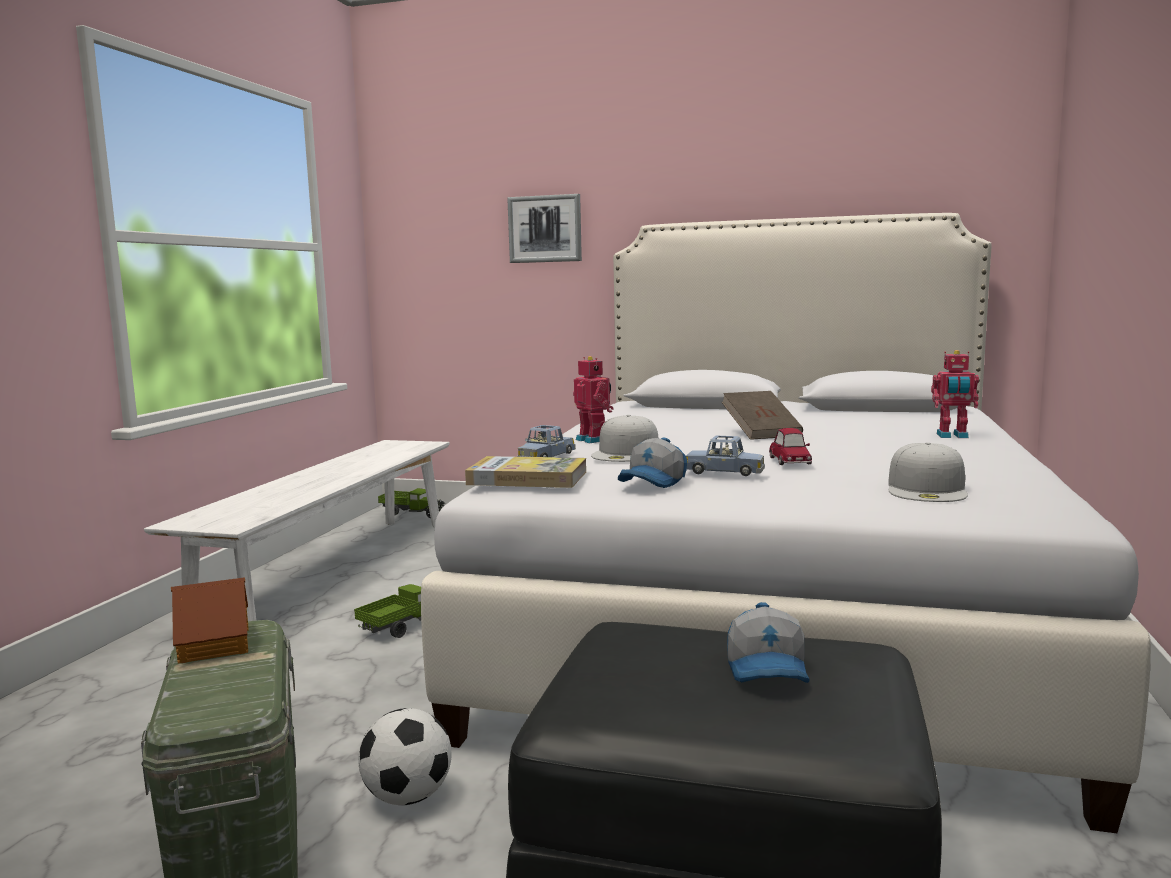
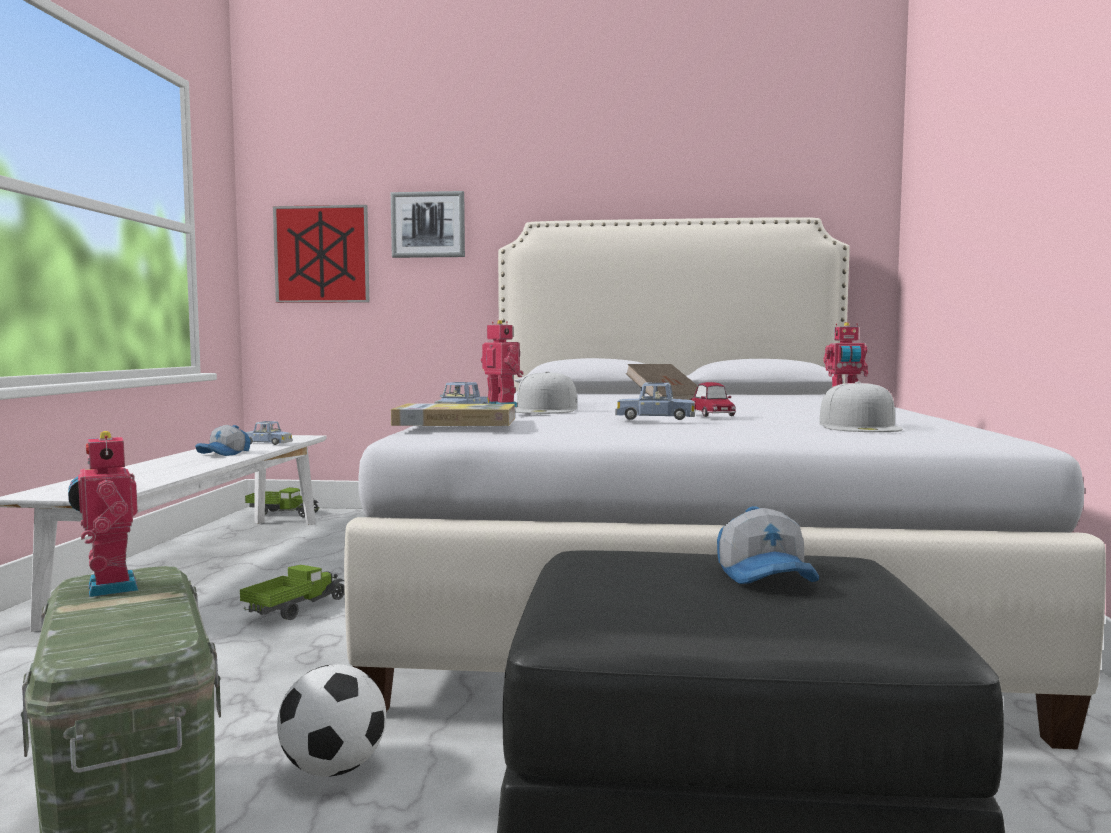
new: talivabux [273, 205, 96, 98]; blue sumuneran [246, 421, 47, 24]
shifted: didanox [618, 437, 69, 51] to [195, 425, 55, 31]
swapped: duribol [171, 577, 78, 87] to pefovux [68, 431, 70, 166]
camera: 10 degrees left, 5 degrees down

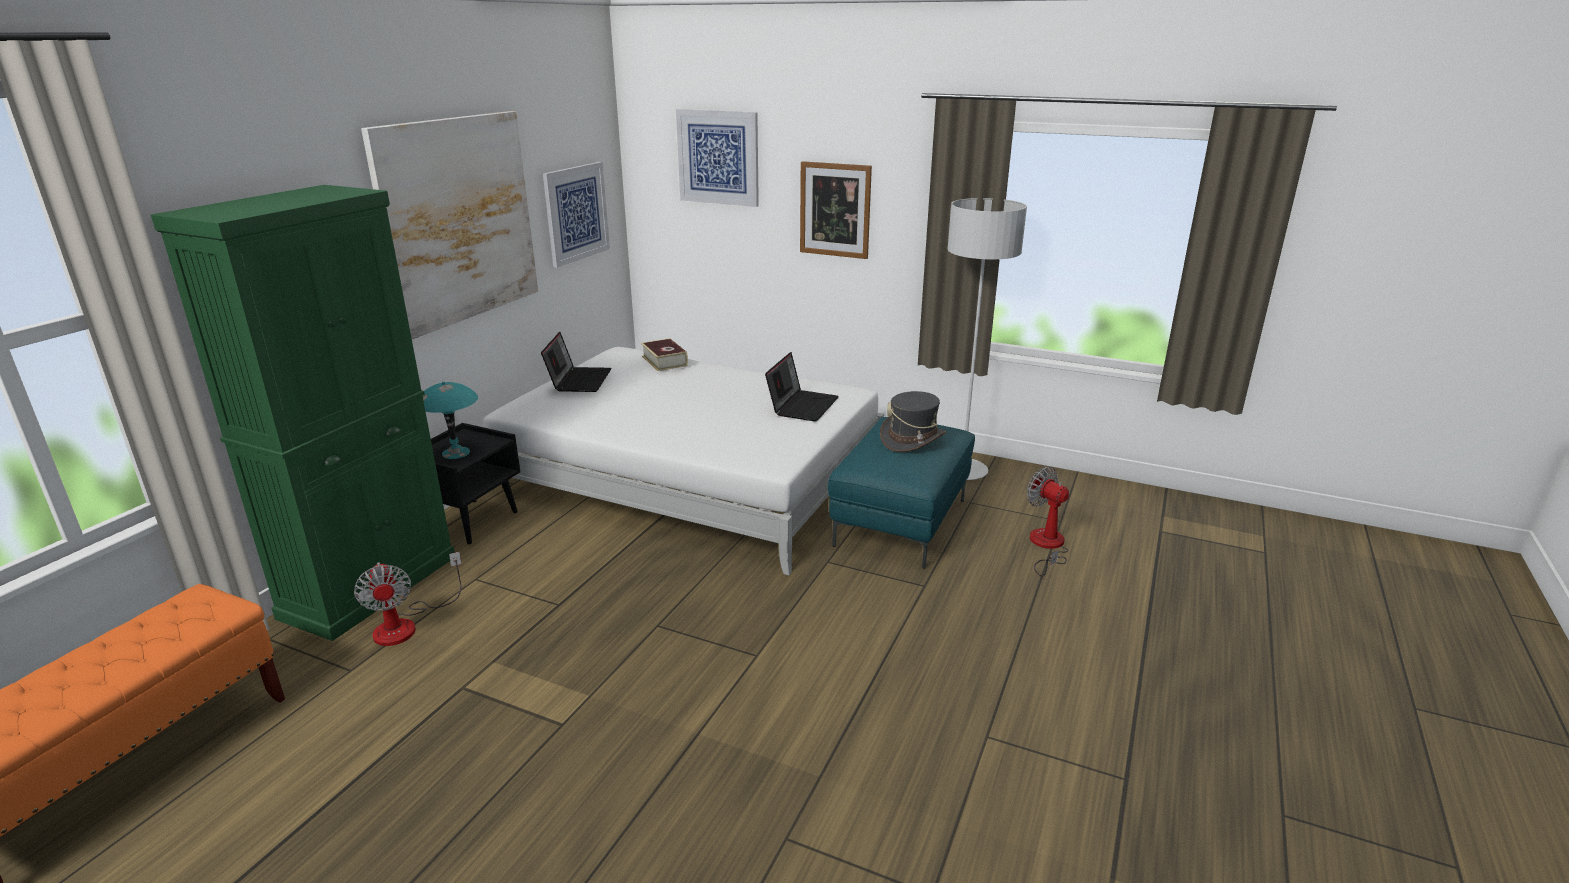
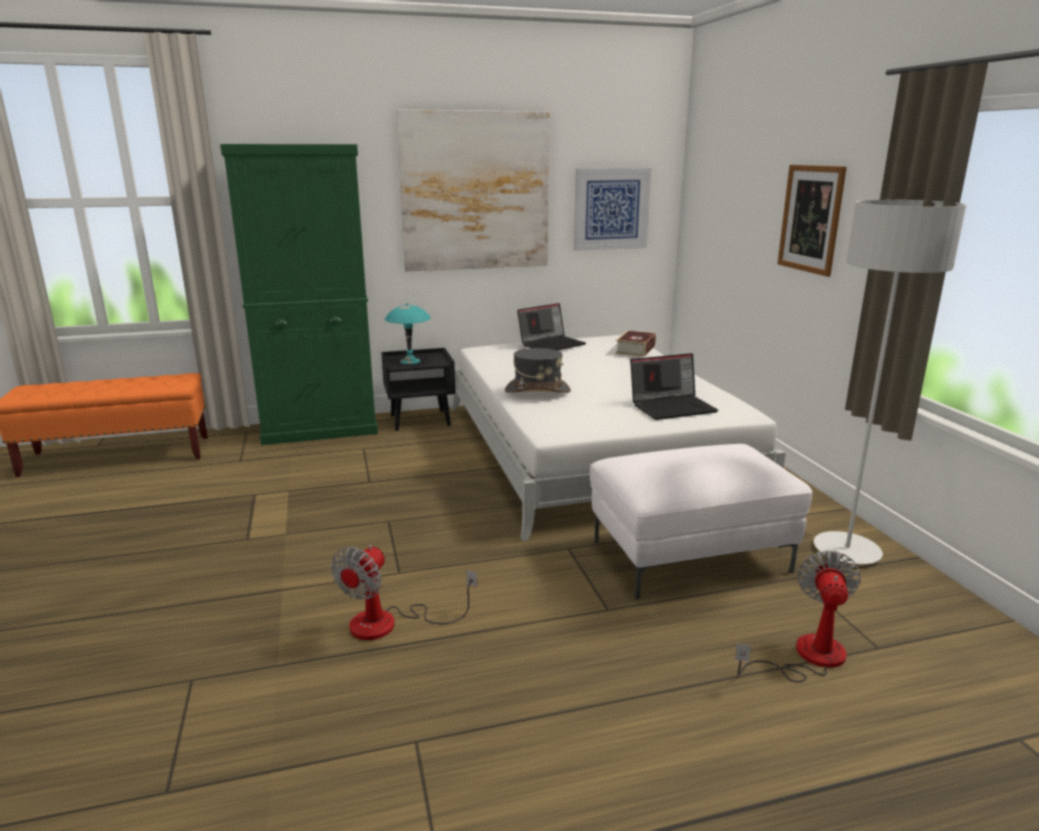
gone: talivabux [676, 109, 83, 98]
shifted: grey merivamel [880, 391, 66, 61] to [505, 348, 66, 45]; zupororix [354, 552, 108, 94] to [331, 545, 146, 95]
repainted: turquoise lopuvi [828, 417, 147, 152] to white lopuvi [590, 444, 222, 155]
camera: 50 degrees right, 5 degrees down

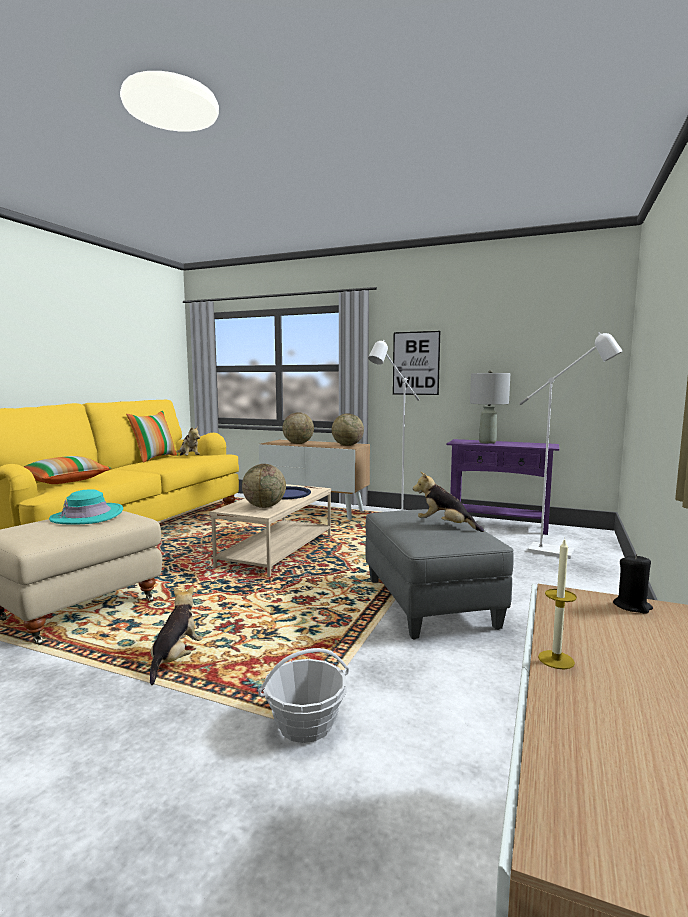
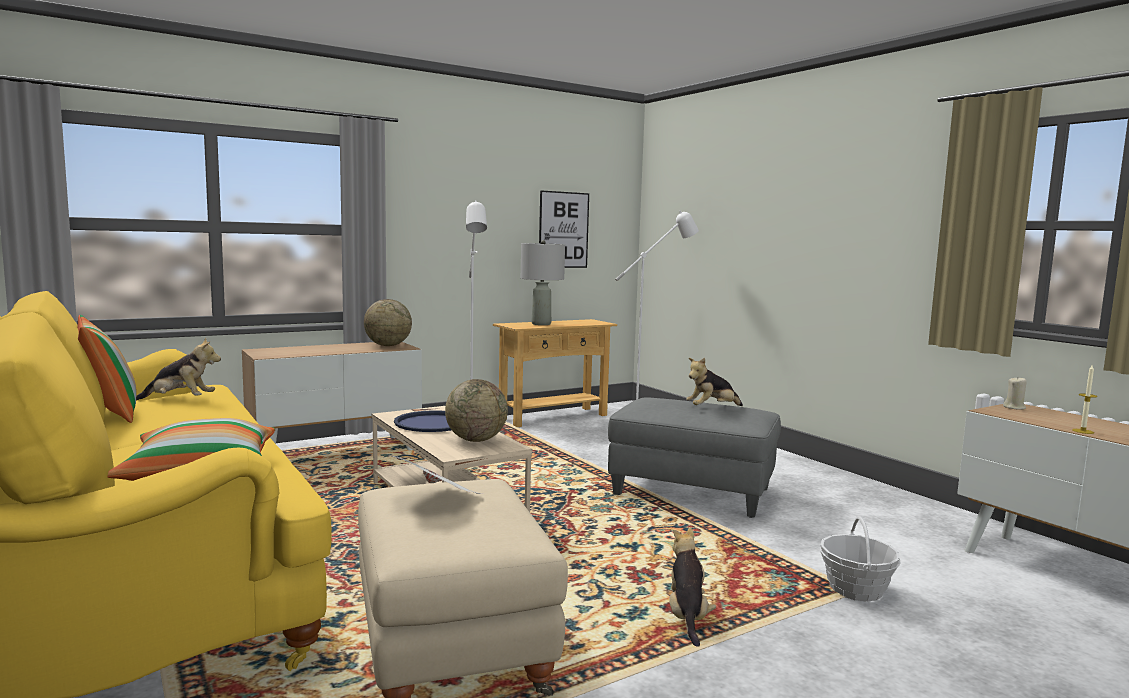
gone: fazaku [283, 412, 31, 32]
shifted: talivabux [393, 331, 47, 64] to [539, 190, 50, 78]
swapped: turquoise merivamel [49, 489, 74, 36] to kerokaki [387, 455, 96, 39]
repainted: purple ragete [446, 439, 113, 96] to beige ragete [493, 319, 124, 108]; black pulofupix [613, 554, 40, 60] to beige pulofupix [1003, 376, 24, 34]
rotated: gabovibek [150, 586, 53, 99] = [670, 527, 46, 120] 45 degrees clockwise
camera: 55 degrees left, 0 degrees up

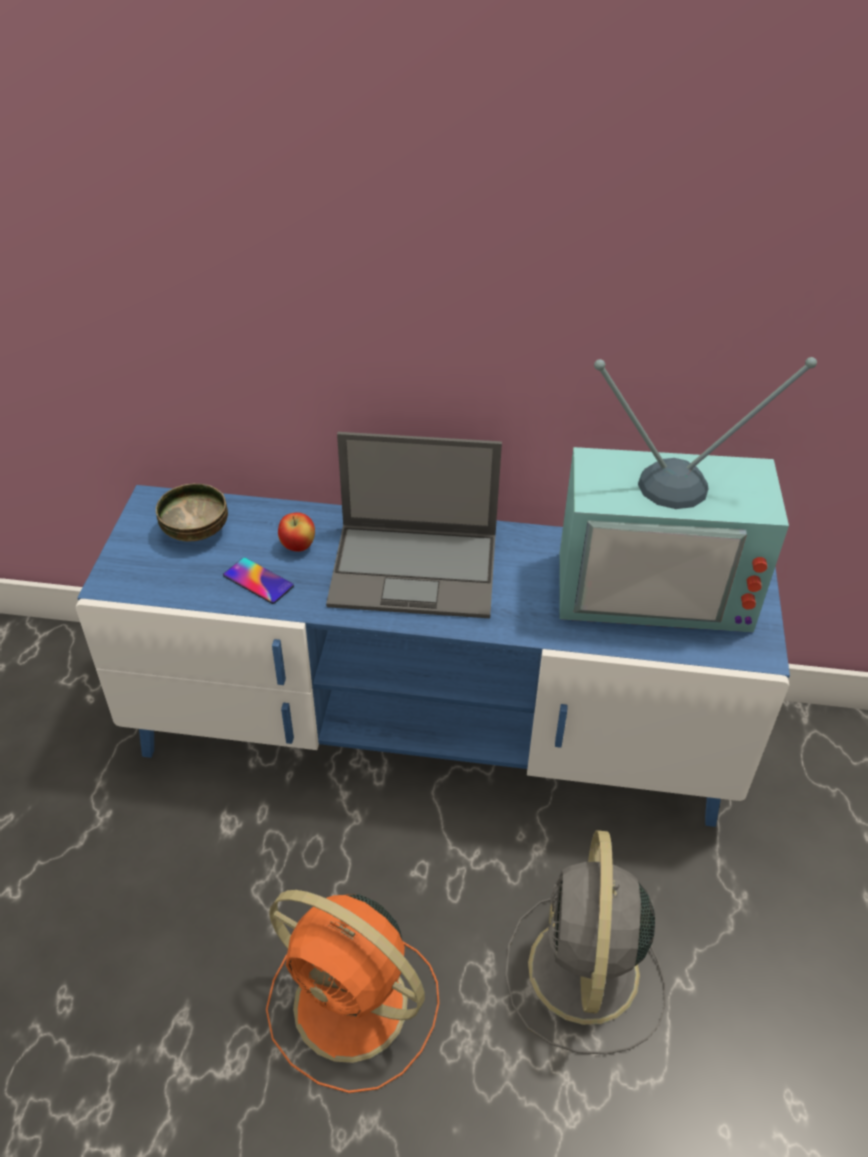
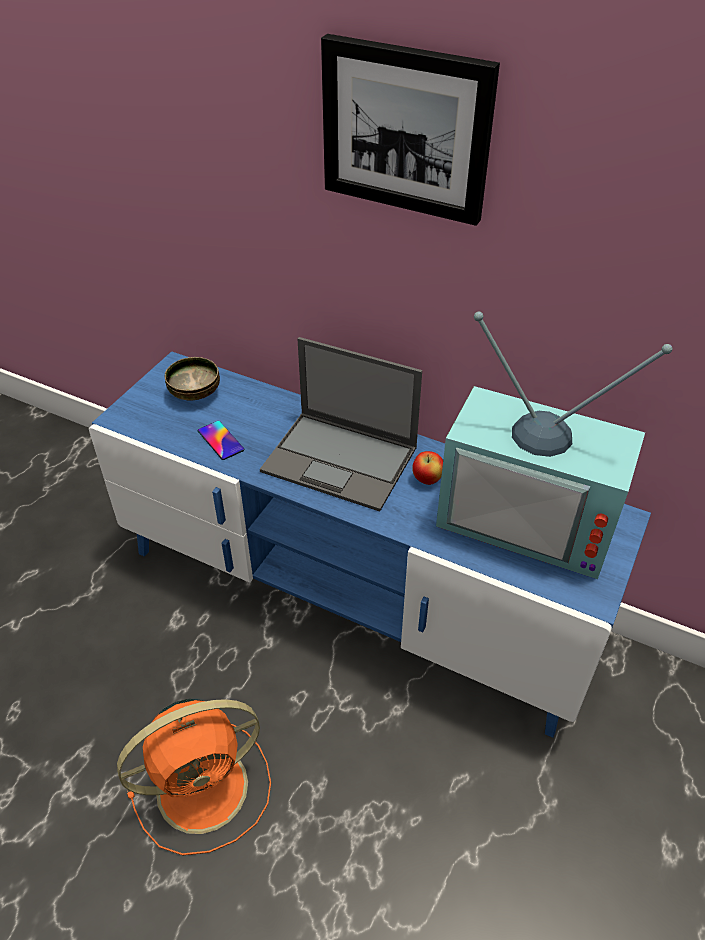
gone: grey zupororix [505, 830, 161, 224]
new: talivabux [321, 34, 179, 192]
shifted: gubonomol [278, 513, 37, 39] to [412, 451, 31, 34]
rotated: orange zupororix [266, 890, 173, 203] = [117, 699, 154, 156] 75 degrees counterclockwise
camera: 20 degrees right, 0 degrees up

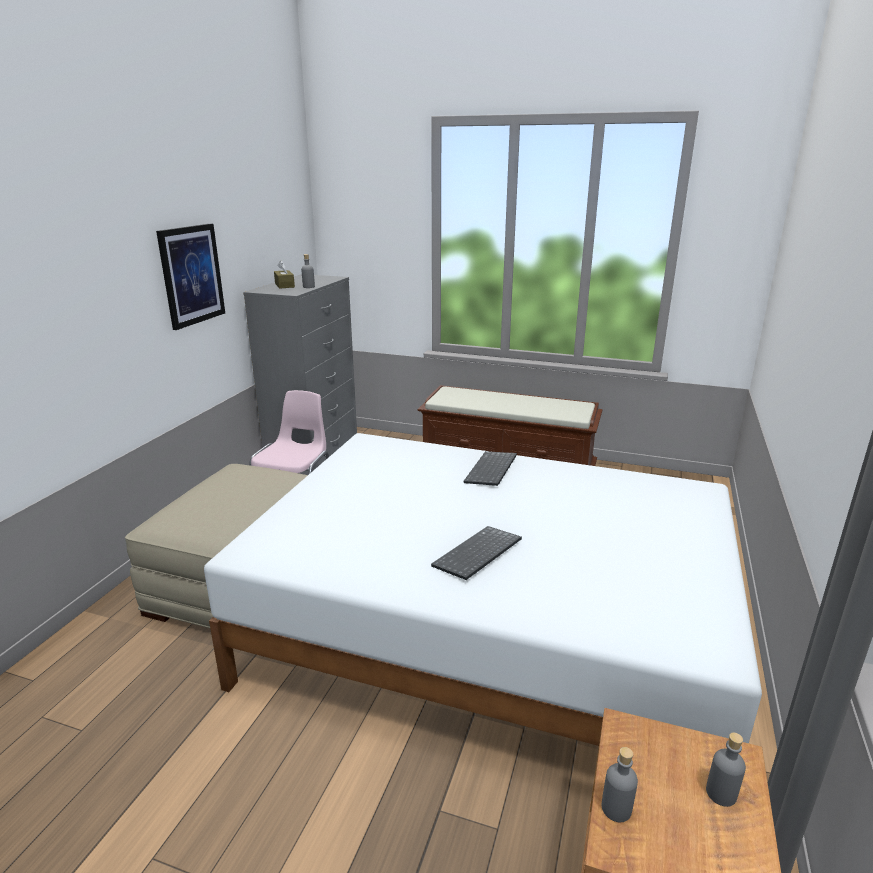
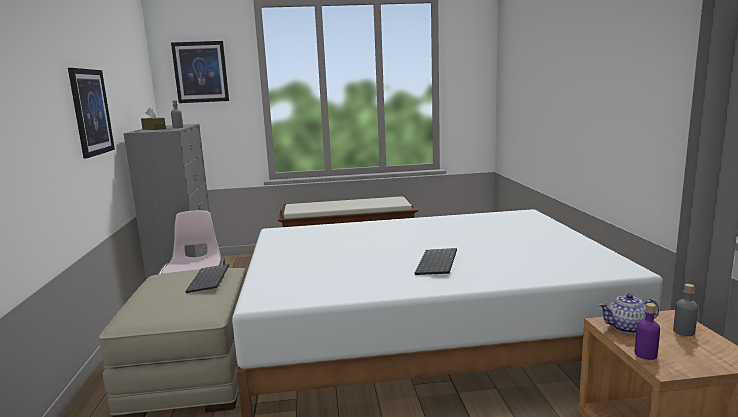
new: talivabux [171, 41, 58, 62]; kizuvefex [598, 294, 61, 40]
shifted: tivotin [464, 451, 53, 35] to [185, 264, 44, 29]
repainted: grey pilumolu [602, 747, 36, 75] to purple pilumolu [635, 303, 25, 57]
camera: 25 degrees left, 10 degrees down

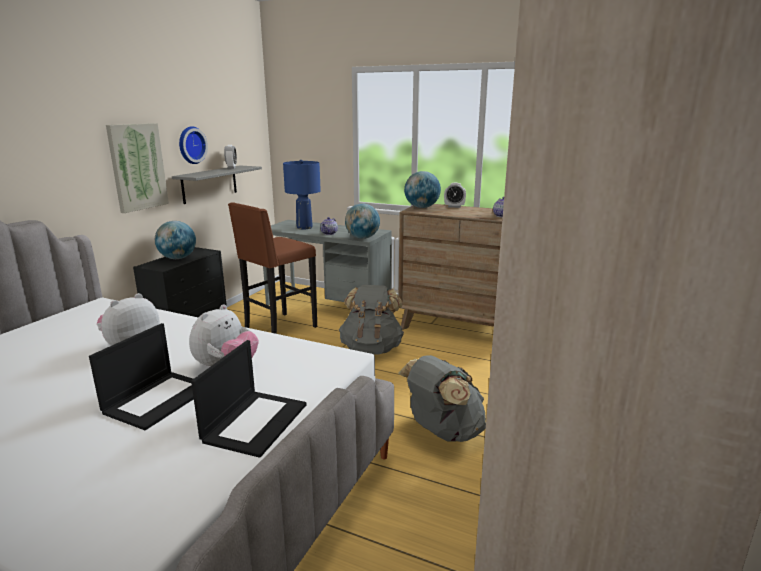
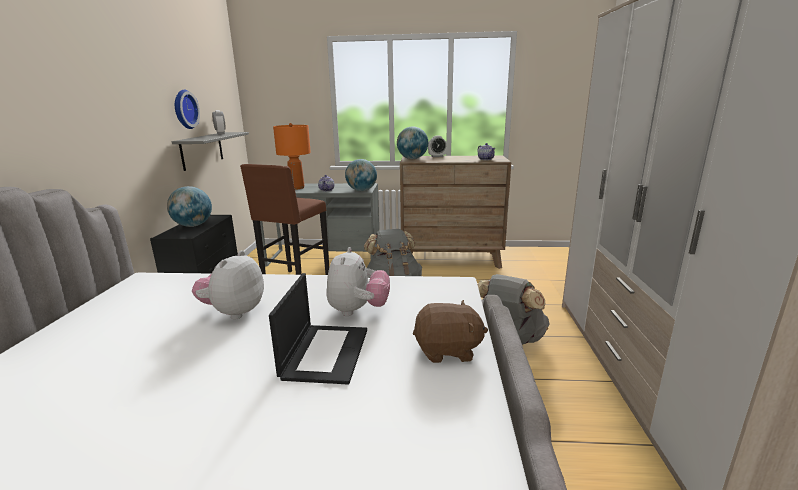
gone: talivabux [106, 123, 63, 90]
swapped: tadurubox [191, 340, 116, 118] to brown gabovibek [413, 300, 75, 63]
repainted: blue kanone [283, 160, 38, 69] to orange kanone [273, 123, 38, 67]
camera: 20 degrees left, 0 degrees up

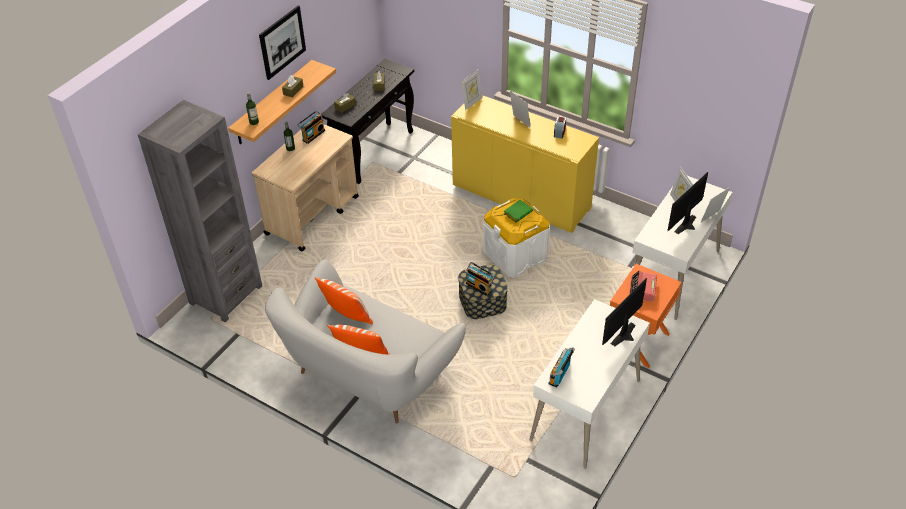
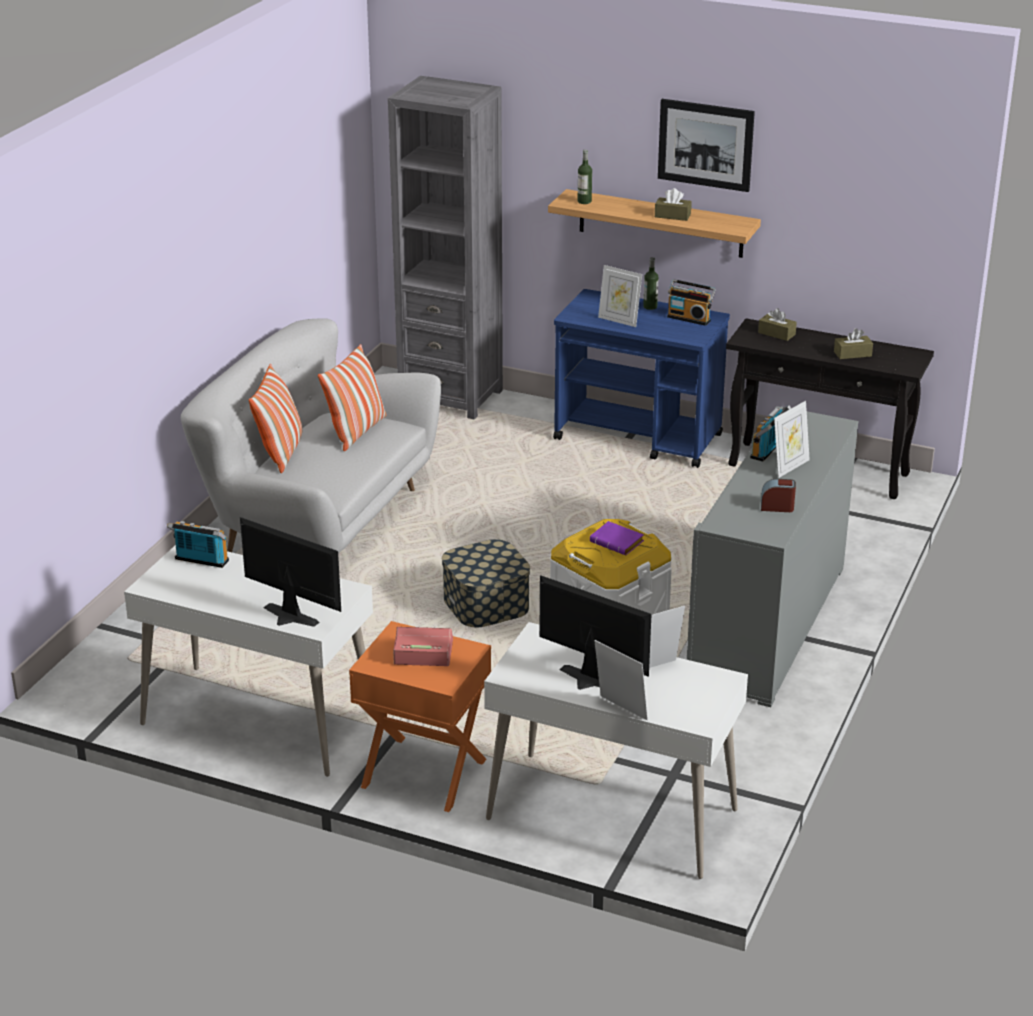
shifted: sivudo [461, 70, 21, 40] to [598, 265, 44, 62]; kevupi [466, 262, 29, 34] to [750, 405, 41, 57]
repainted: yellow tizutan [451, 95, 148, 138] to grey tizutan [687, 406, 171, 301]; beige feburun [252, 124, 107, 128] to blue feburun [553, 289, 177, 179]; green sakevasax [504, 200, 29, 23] to purple sakevasax [590, 521, 54, 34]
camera: 80 degrees right, 15 degrees down

